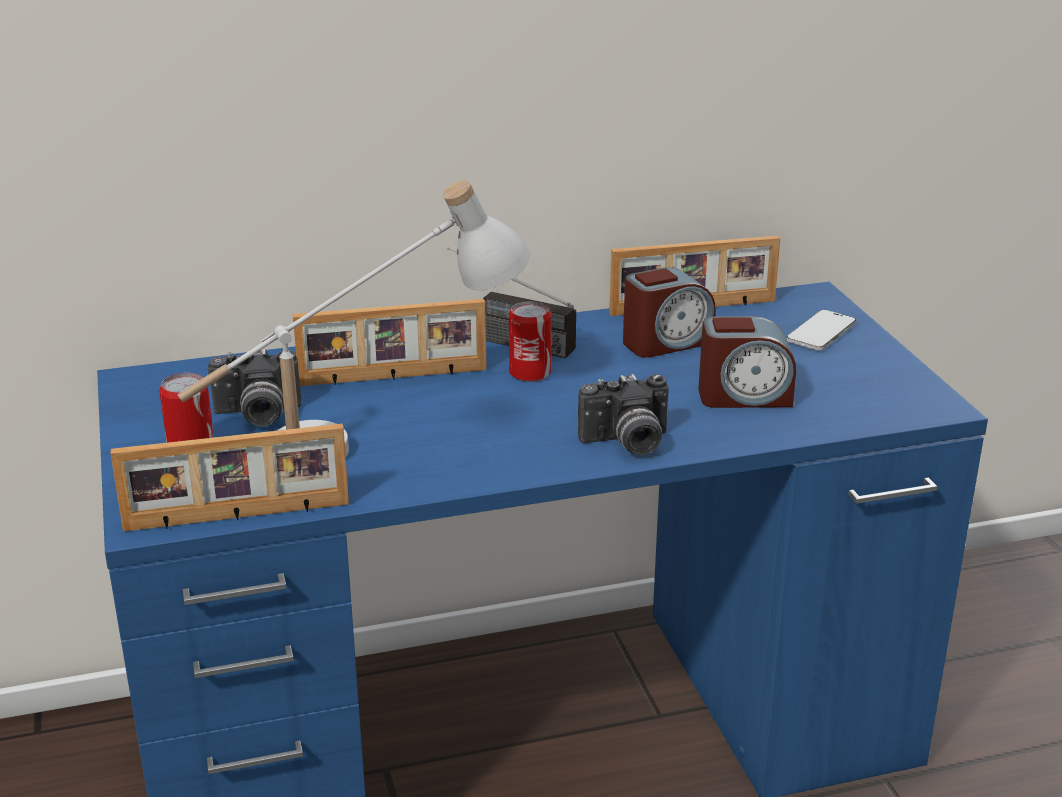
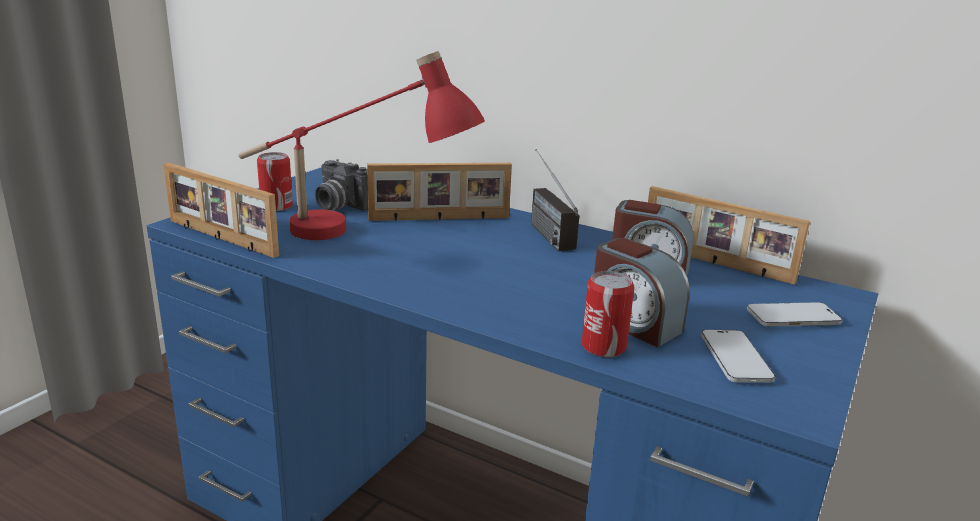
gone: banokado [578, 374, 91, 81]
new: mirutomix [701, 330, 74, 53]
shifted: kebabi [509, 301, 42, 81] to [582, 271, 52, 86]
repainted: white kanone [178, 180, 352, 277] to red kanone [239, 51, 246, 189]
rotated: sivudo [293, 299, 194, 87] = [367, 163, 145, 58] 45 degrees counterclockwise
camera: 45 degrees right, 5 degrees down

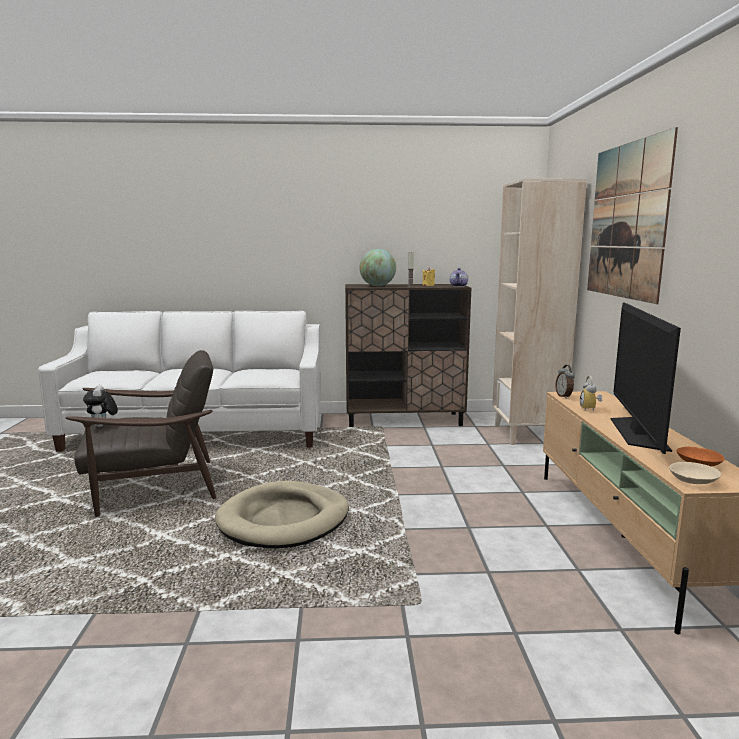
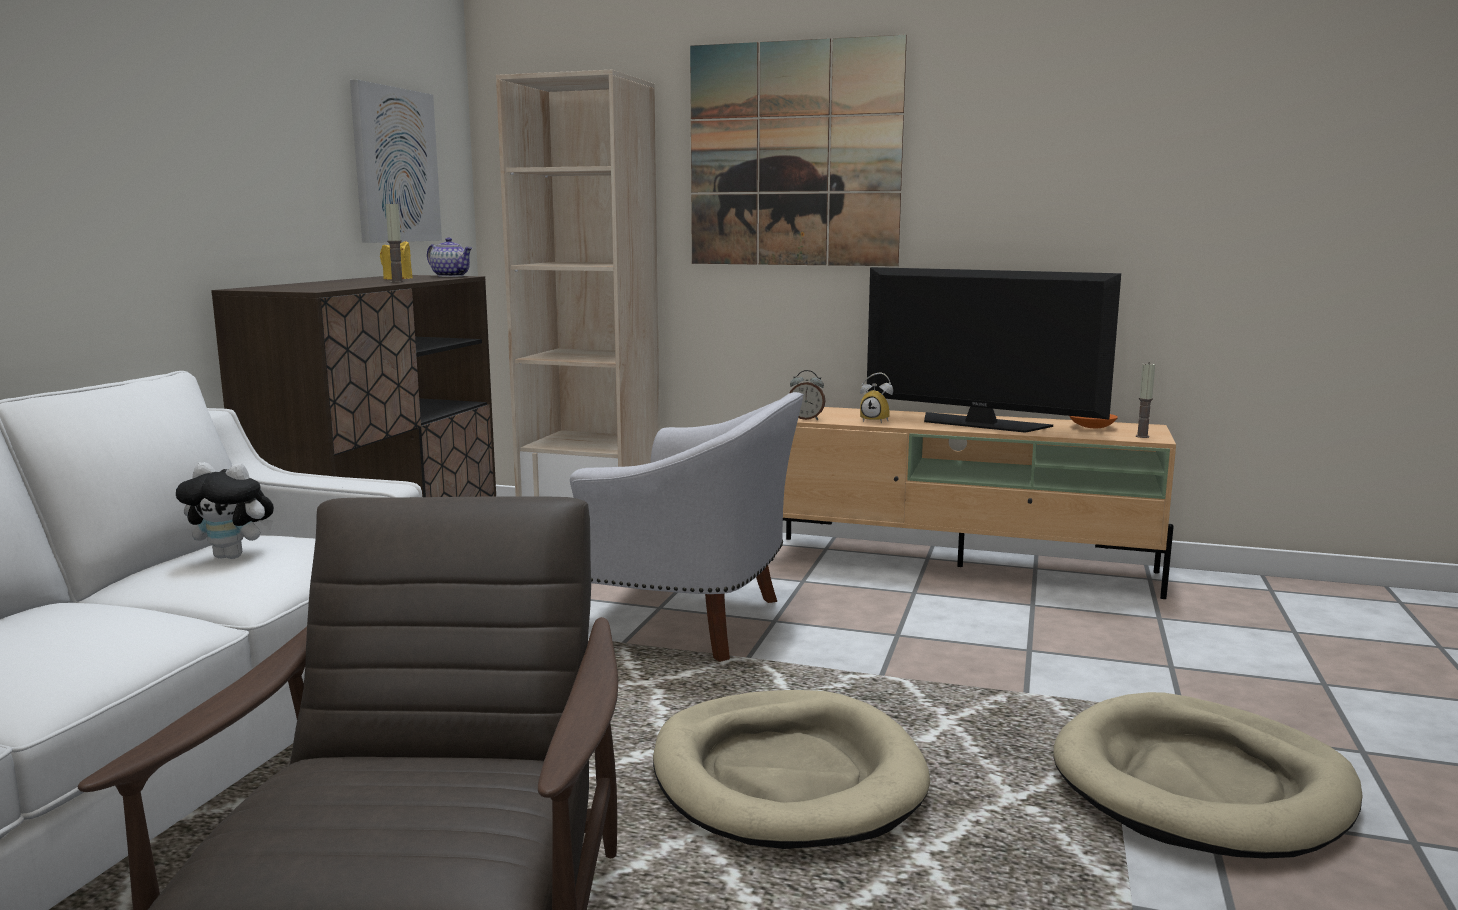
gone: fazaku [360, 249, 36, 37]
new: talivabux [350, 80, 92, 163]; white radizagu [570, 392, 234, 270]; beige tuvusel [1053, 692, 310, 166]
shifted: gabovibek [83, 385, 35, 42] to [176, 462, 98, 97]
swapped: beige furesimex [669, 462, 52, 22] to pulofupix [1136, 363, 19, 75]
camera: 70 degrees left, 0 degrees up

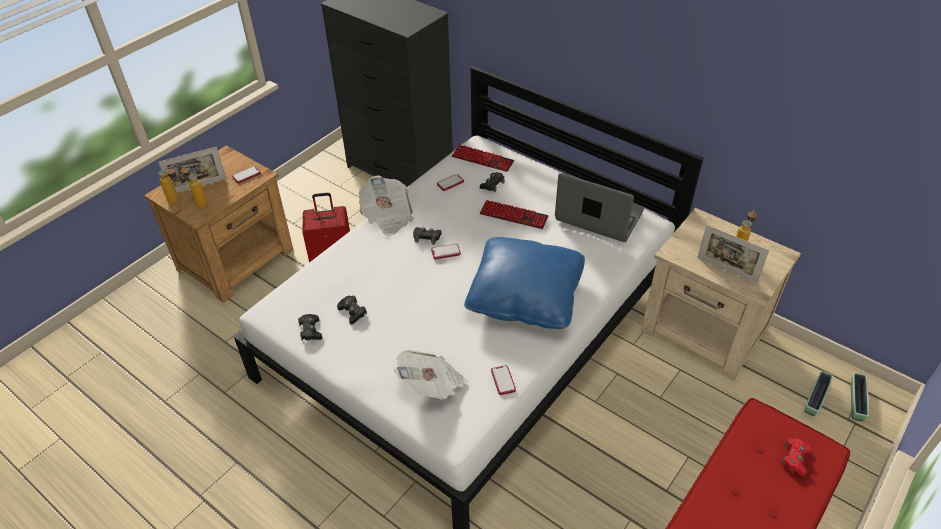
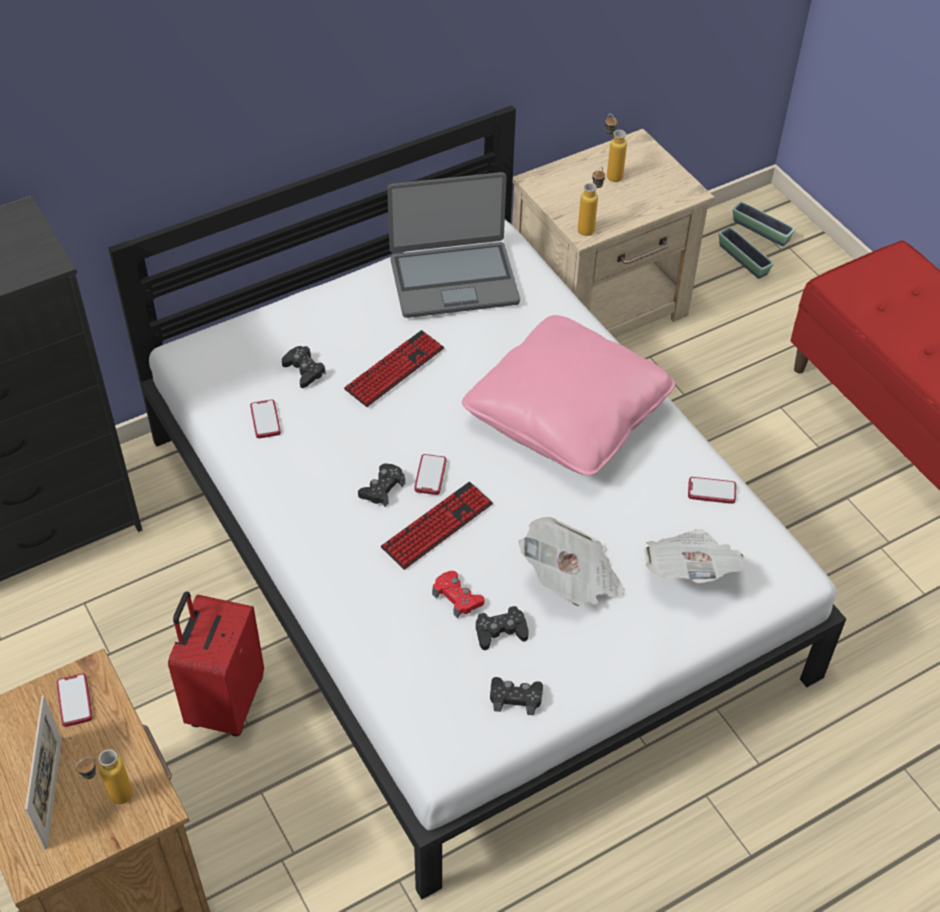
gone: sivudo [697, 225, 72, 59]
shifted: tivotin [452, 144, 62, 28] to [381, 482, 112, 88]; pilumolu [158, 167, 21, 37] to [578, 167, 27, 69]; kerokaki [359, 175, 55, 61] to [519, 517, 106, 89]; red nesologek [781, 438, 30, 38] to [432, 571, 52, 47]
repainted: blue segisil [464, 237, 121, 92] to pink segisil [462, 315, 213, 161]
rotated: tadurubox [555, 173, 89, 69] = [387, 172, 133, 146] 150 degrees counterclockwise
camera: 70 degrees left, 5 degrees up

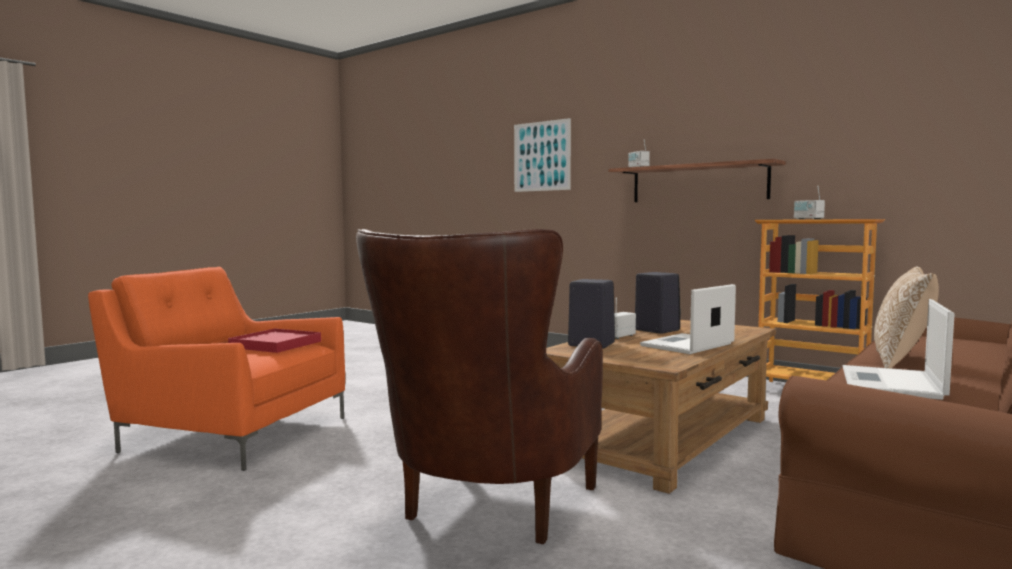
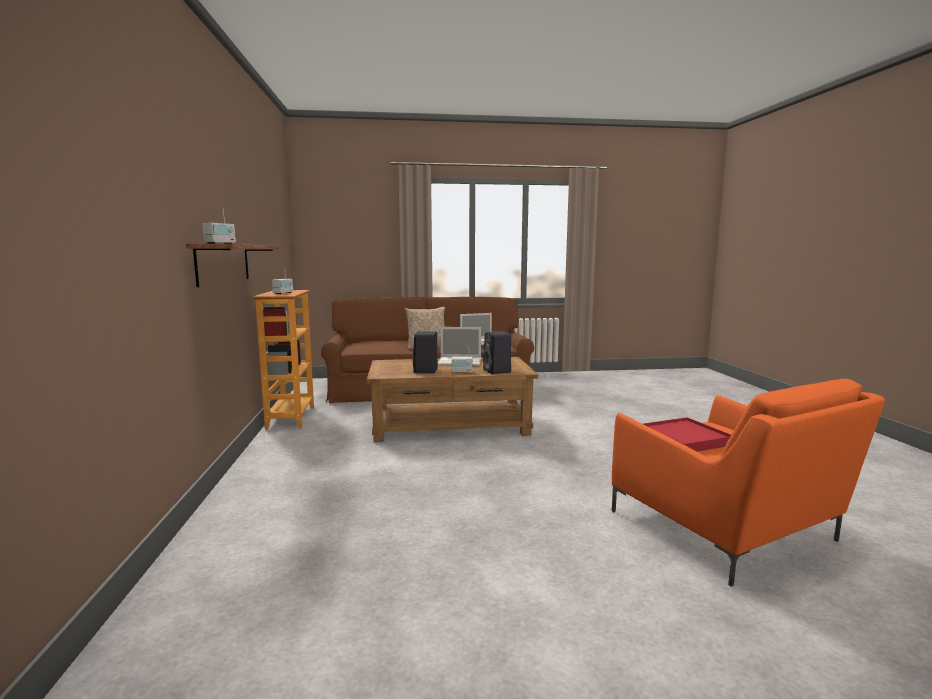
gone: talivabux [514, 118, 57, 74]; brown radizagu [356, 229, 247, 315]
camera: 135 degrees left, 5 degrees up

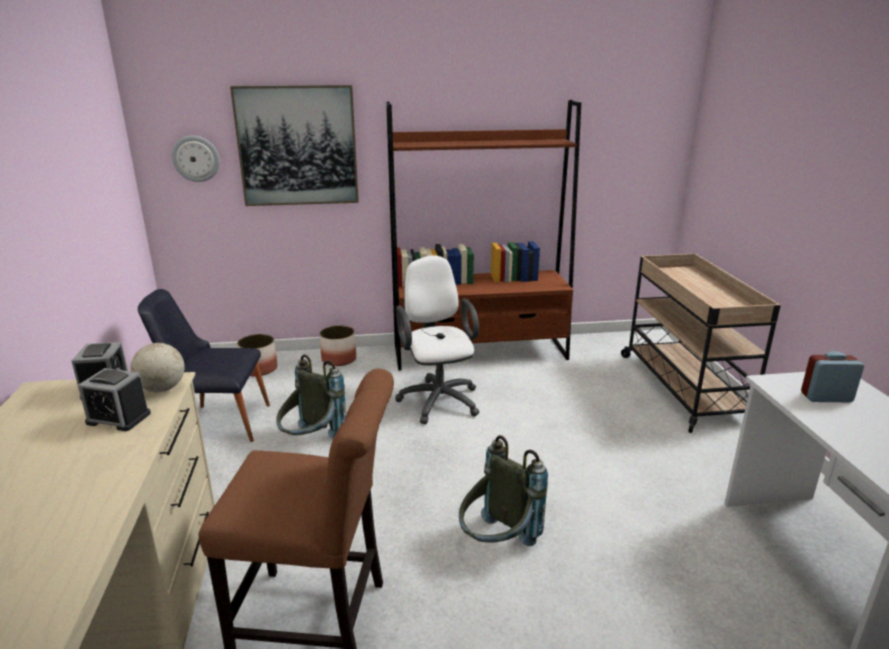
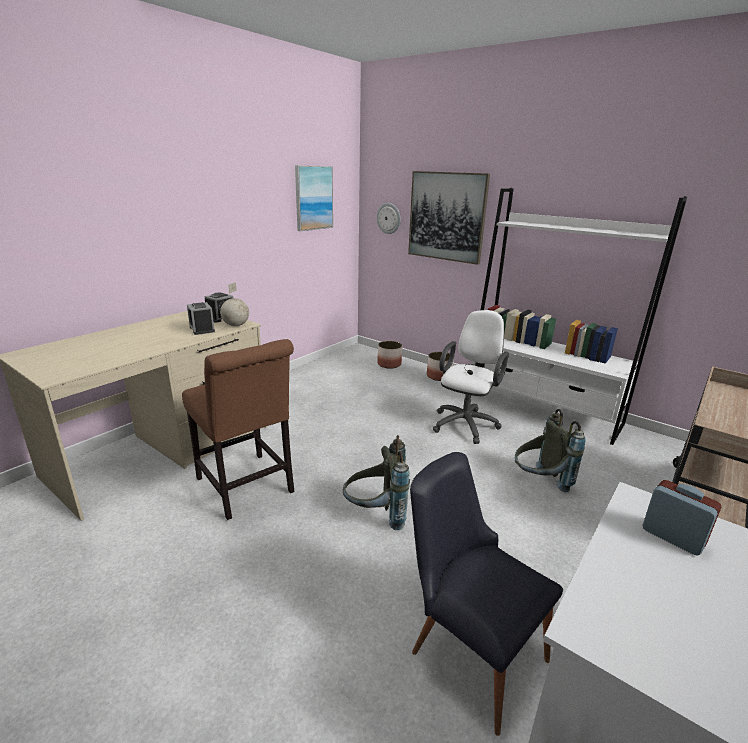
new: talivabux [295, 165, 38, 66]
shifted: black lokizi [138, 289, 132, 153] to [410, 452, 153, 284]; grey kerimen [276, 354, 70, 85] to [515, 409, 70, 83]
repainted: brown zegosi [386, 100, 195, 271] to white zegosi [471, 188, 216, 257]
camera: 45 degrees right, 0 degrees up

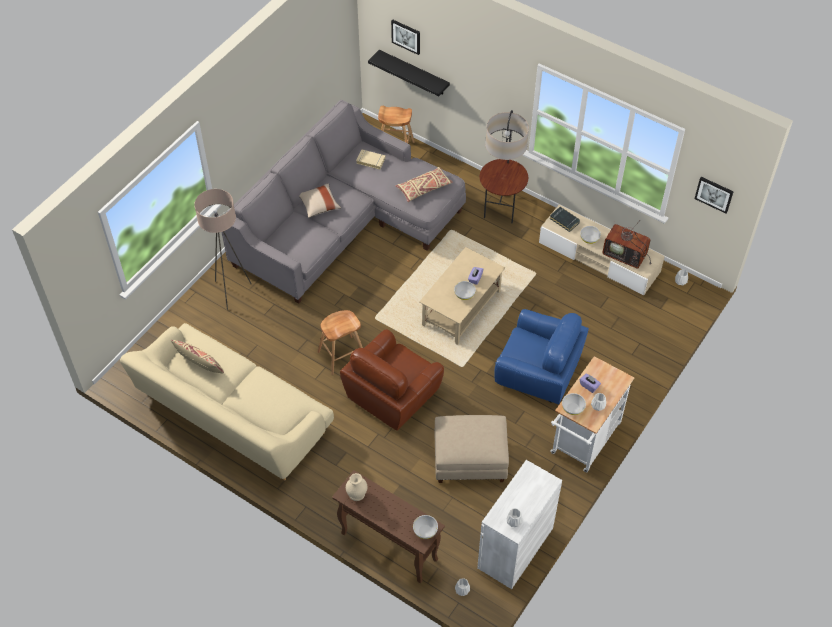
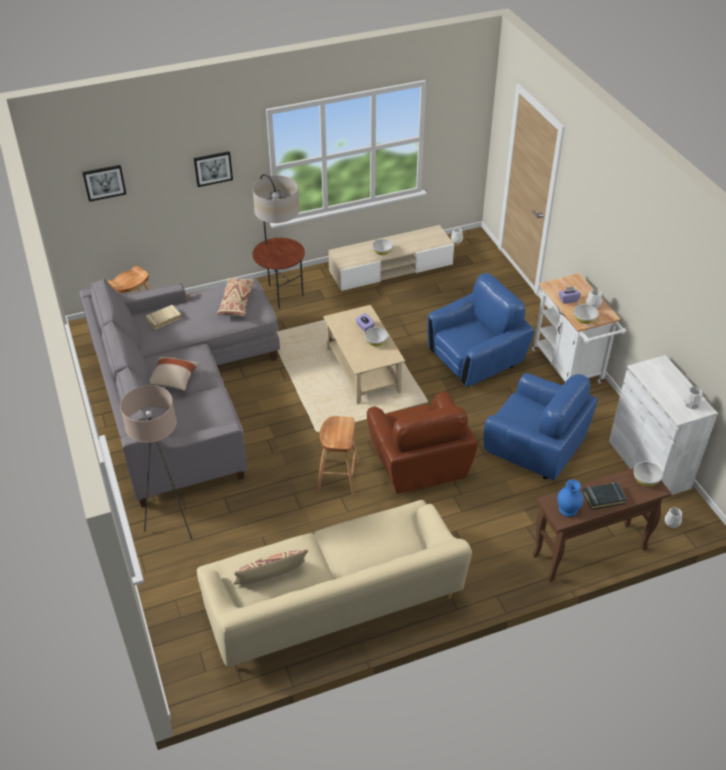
gone: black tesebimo [368, 50, 82, 47]; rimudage [602, 221, 49, 47]
shifted: talivabux [694, 177, 40, 36] to [194, 151, 39, 36]; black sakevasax [550, 207, 30, 25] to [583, 482, 44, 28]
swapped: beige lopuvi [434, 415, 75, 68] to blue radizagu [484, 373, 114, 108]
repainted: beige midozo [346, 473, 21, 28] to blue midozo [557, 479, 26, 38]
camera: 55 degrees left, 10 degrees down

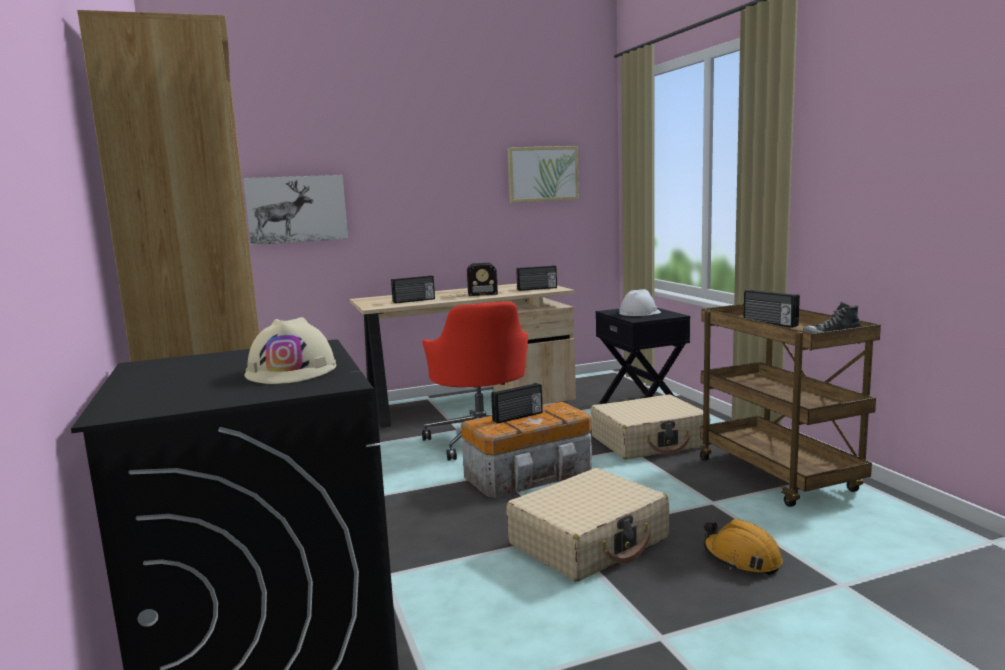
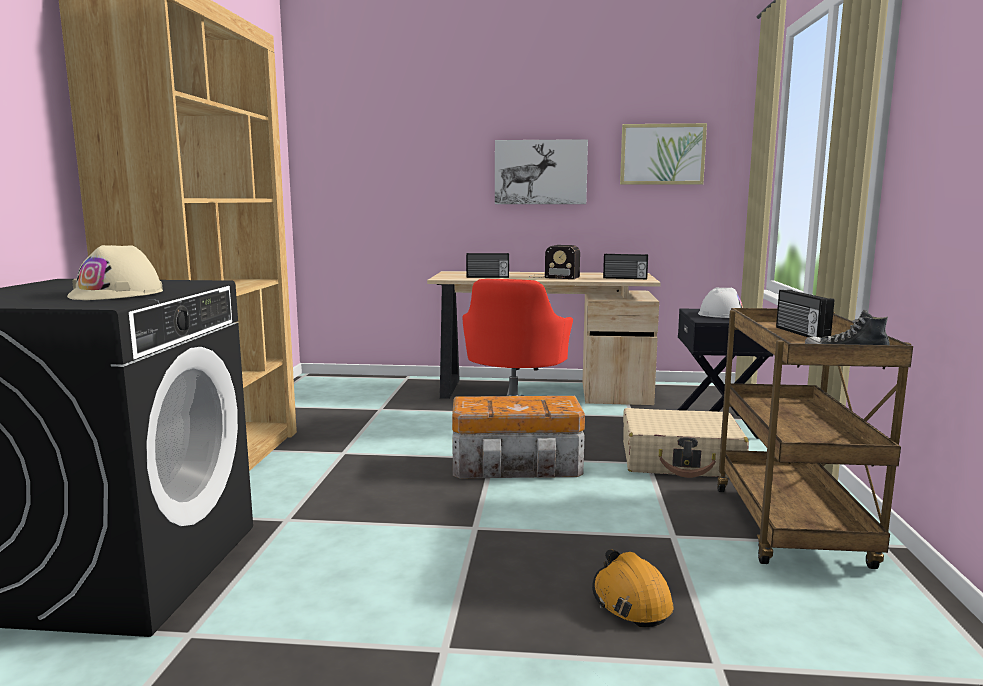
gone: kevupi [491, 383, 52, 40]; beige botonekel [506, 468, 163, 114]
shifted: talivabux [243, 175, 105, 70] to [495, 139, 93, 65]
camera: 25 degrees right, 0 degrees up

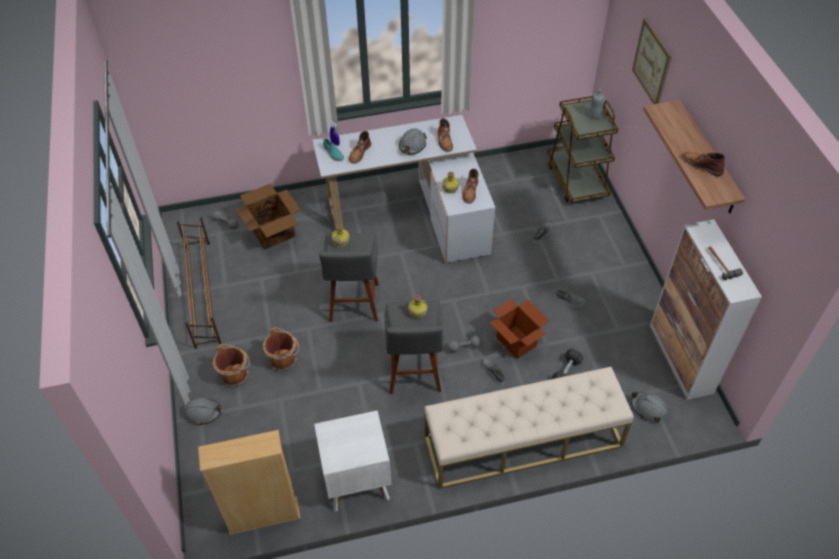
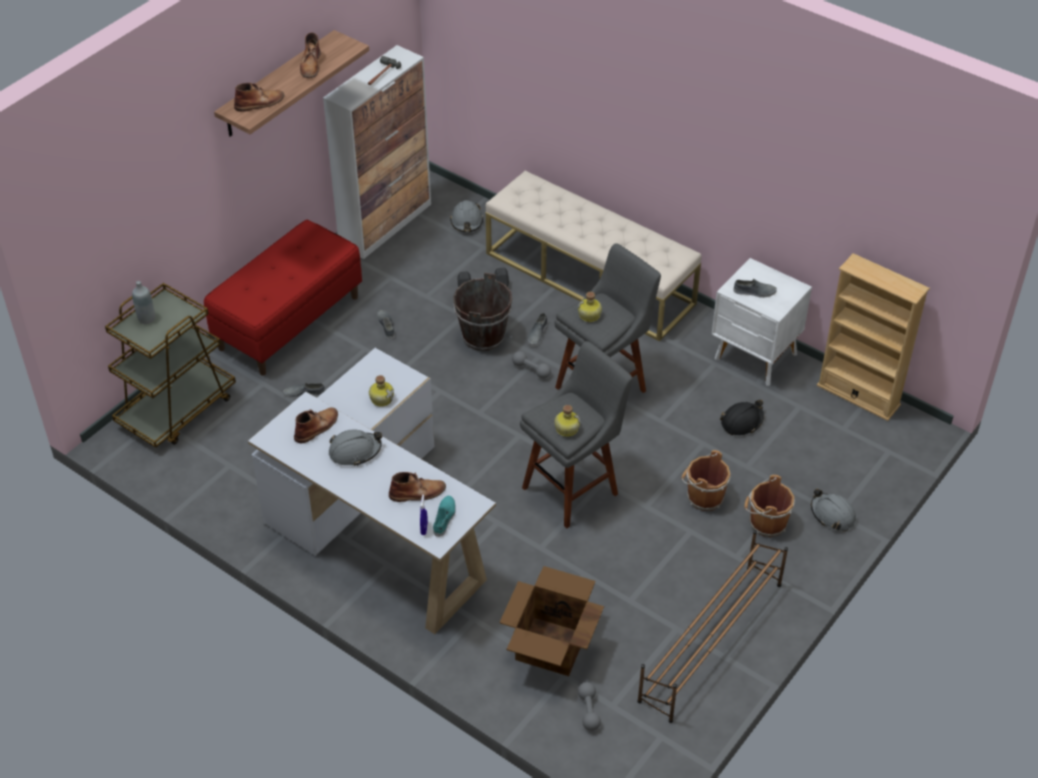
gone: talivabux [632, 18, 40, 86]
new: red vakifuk [204, 220, 158, 156]; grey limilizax [734, 279, 43, 19]; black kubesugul [720, 400, 44, 35]
shifted: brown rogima [462, 169, 16, 35] to [234, 83, 50, 29]
swapped: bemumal [489, 299, 61, 60] to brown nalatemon [453, 272, 59, 79]
camera: 130 degrees left, 5 degrees down

